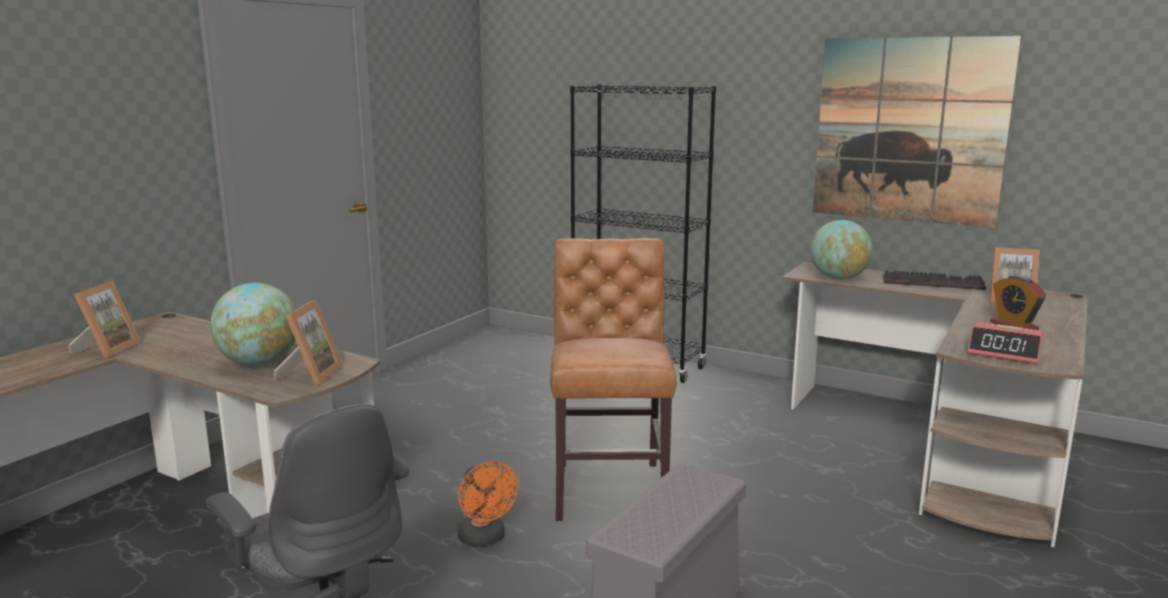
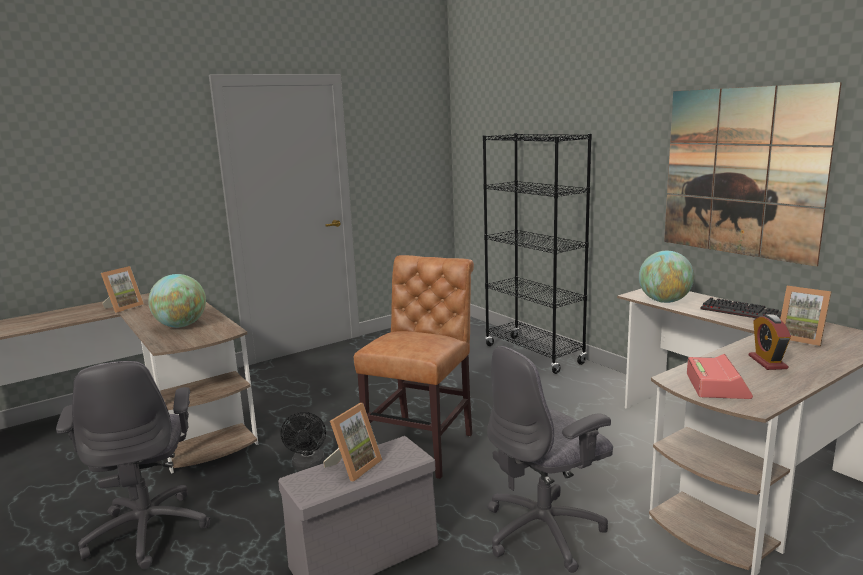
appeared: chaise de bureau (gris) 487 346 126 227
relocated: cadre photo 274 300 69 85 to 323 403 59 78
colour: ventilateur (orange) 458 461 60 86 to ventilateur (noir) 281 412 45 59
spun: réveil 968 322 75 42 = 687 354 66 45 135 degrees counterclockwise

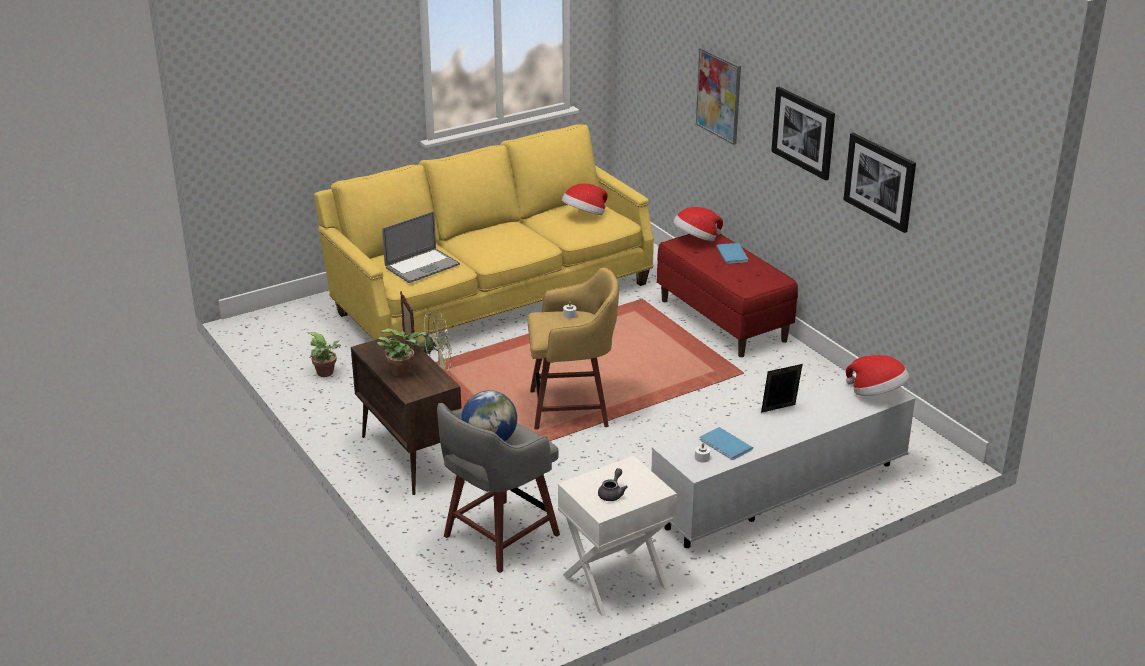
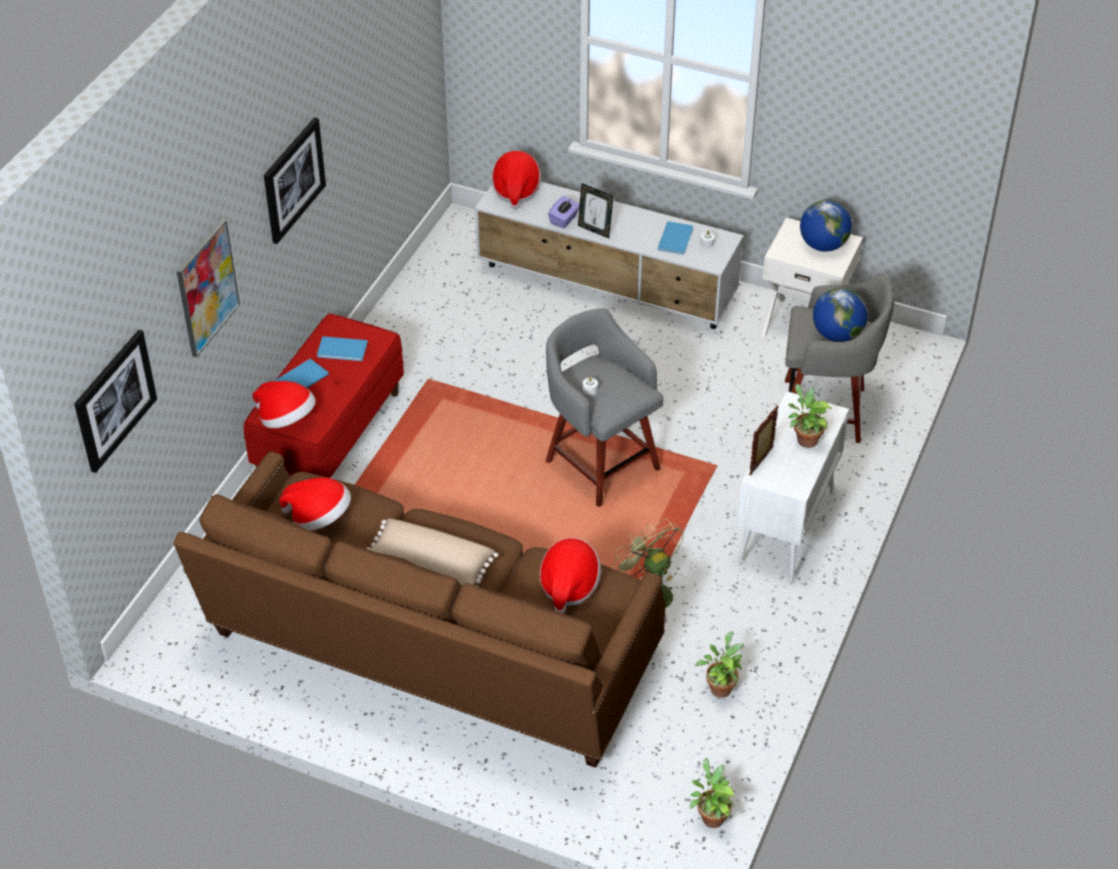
appeared: livre (bleu) 317 336 51 25; coussin (beige) 366 519 132 68; boîte à mouchoirs (violet) 548 196 32 32; plante en pot 689 758 46 70
relocated: tableau 843 133 73 100 to 74 330 83 143
exchanged: ordinateur portable 382 211 78 72 to chapeau 540 538 61 75; théière (gris) 598 468 30 33 to globe 800 200 52 52
colour: canapé (jaune) 314 124 340 216 to canapé (marron) 174 452 492 316; meuble de rangement (marron) 351 335 110 160 to meuble de rangement (blanc) 737 391 112 191; tabouret (jaune) 528 267 91 163 to tabouret (gris) 546 308 118 199

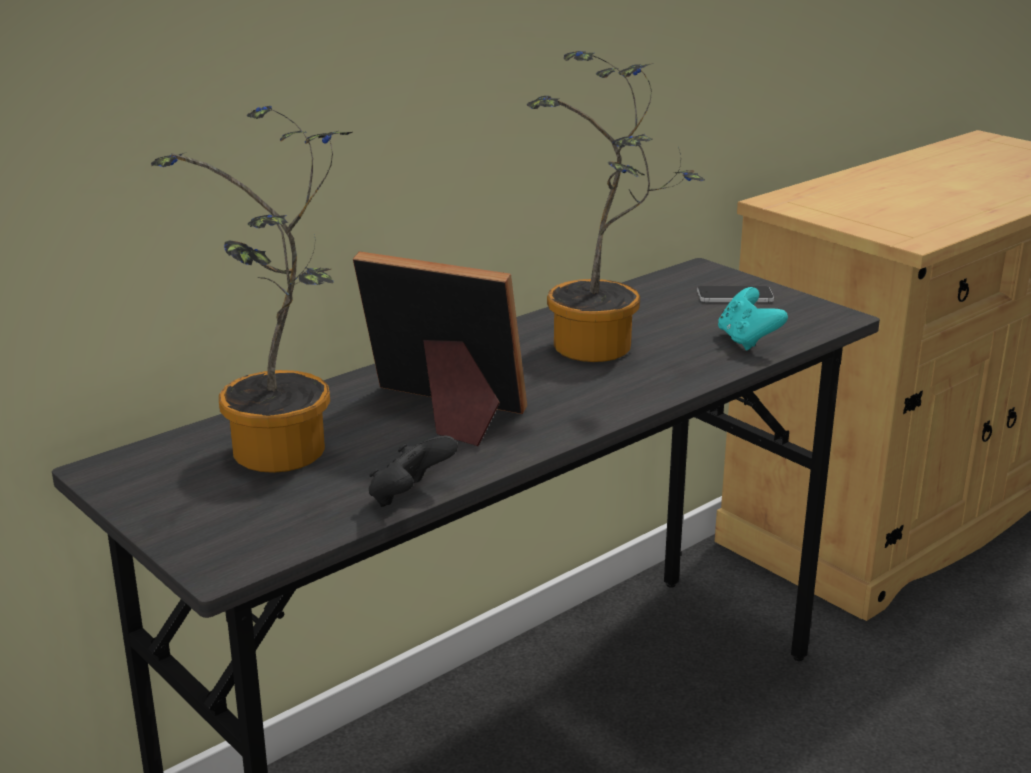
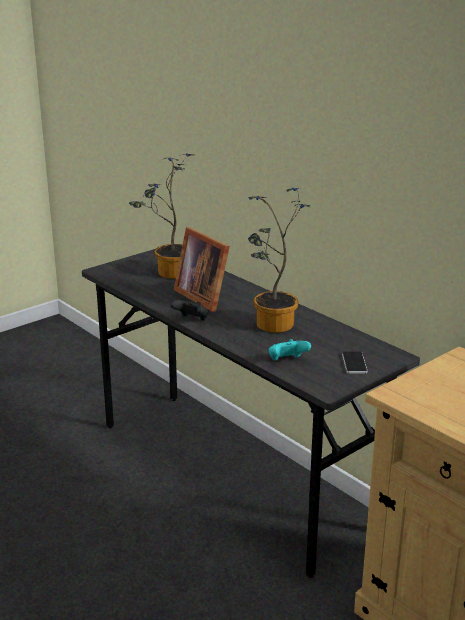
relocated: manette (noir) 369 435 89 72 to 170 300 38 21
spun: cadre photo 353 252 174 194 = 174 227 56 85 120 degrees clockwise

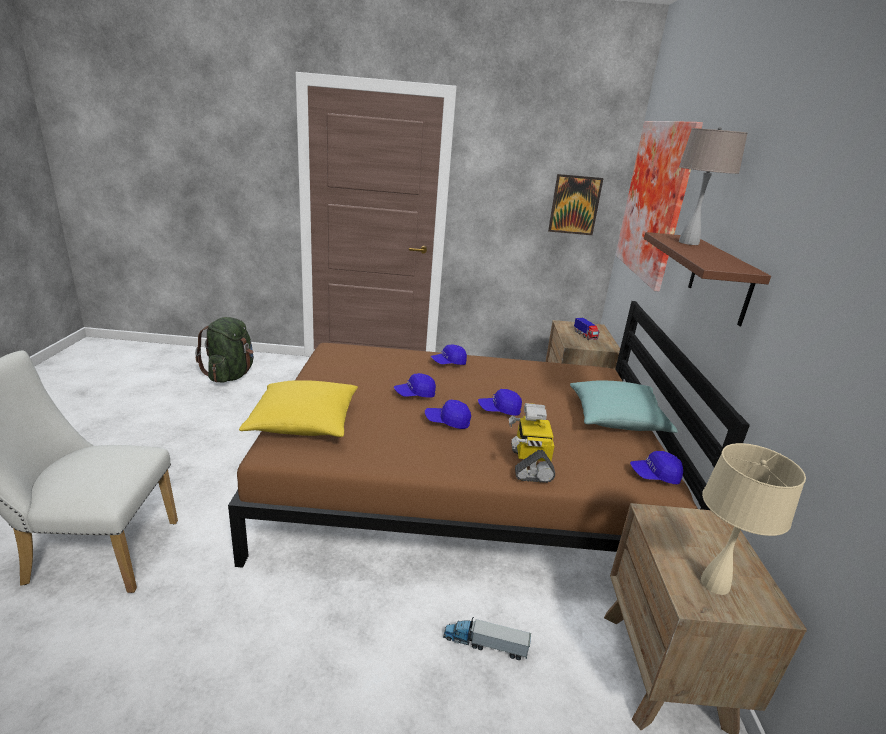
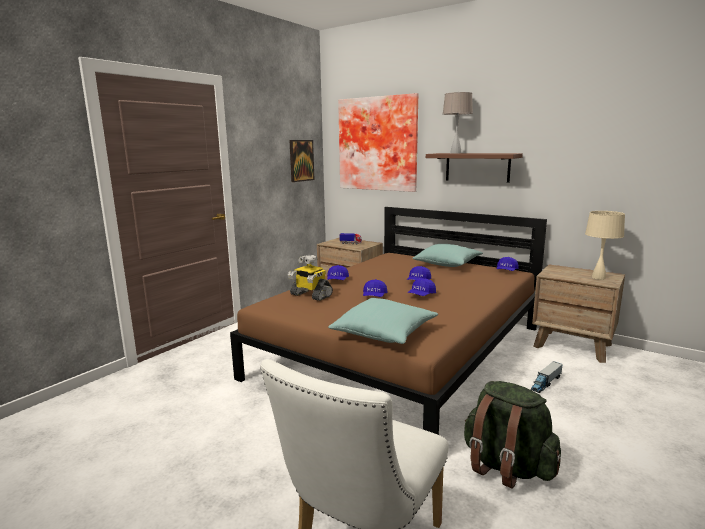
relocated: sac à dos (vert) 195 317 59 66 to 464 381 97 108; robot jouet 509 403 46 80 to 288 255 45 46
colour: coussin (jaune) 239 380 119 57 to coussin (turquoise) 328 298 110 46

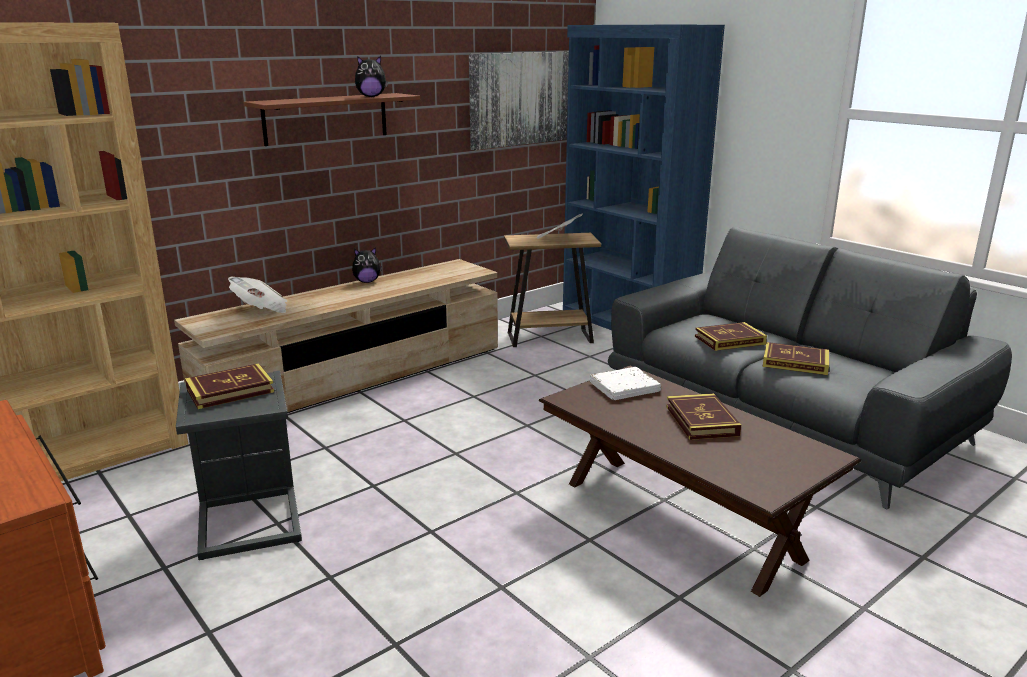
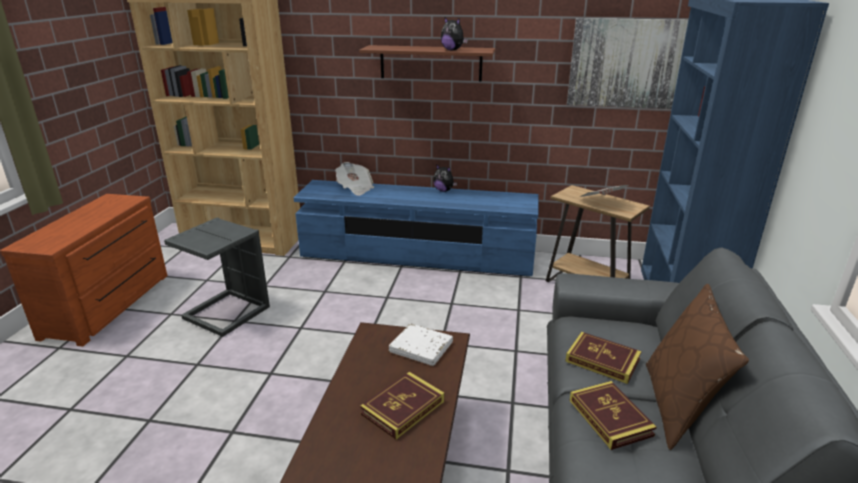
missing: livre 185 363 89 46
appeared: coussin (marron) 646 283 103 167
colour: meuble télé (beige) 174 259 324 154 to meuble télé (bleu) 294 180 245 97

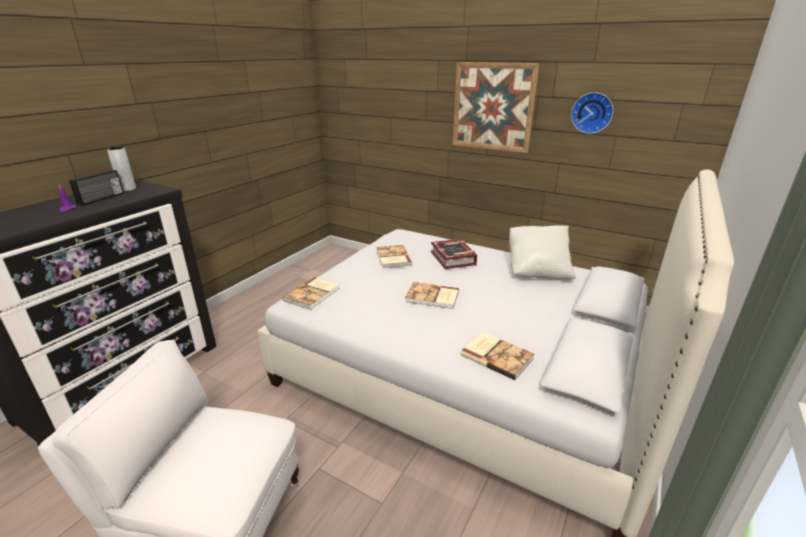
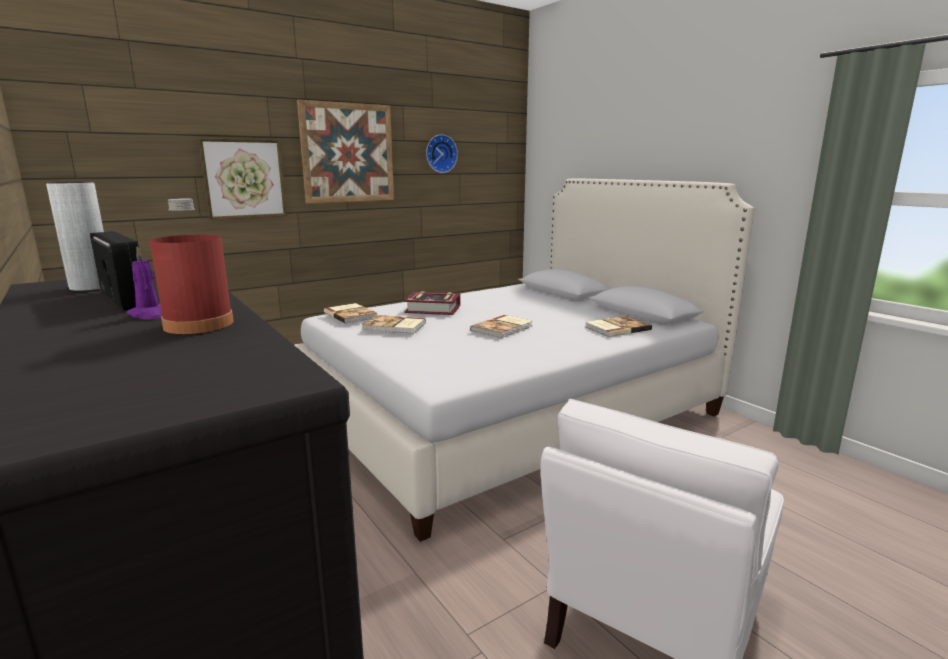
missing: coussin (blanc) 509 225 67 54
appeared: bouteille (rouge) 150 199 84 135; tableau 198 138 89 82
relocated: livre 283 277 56 33 to 324 303 53 21

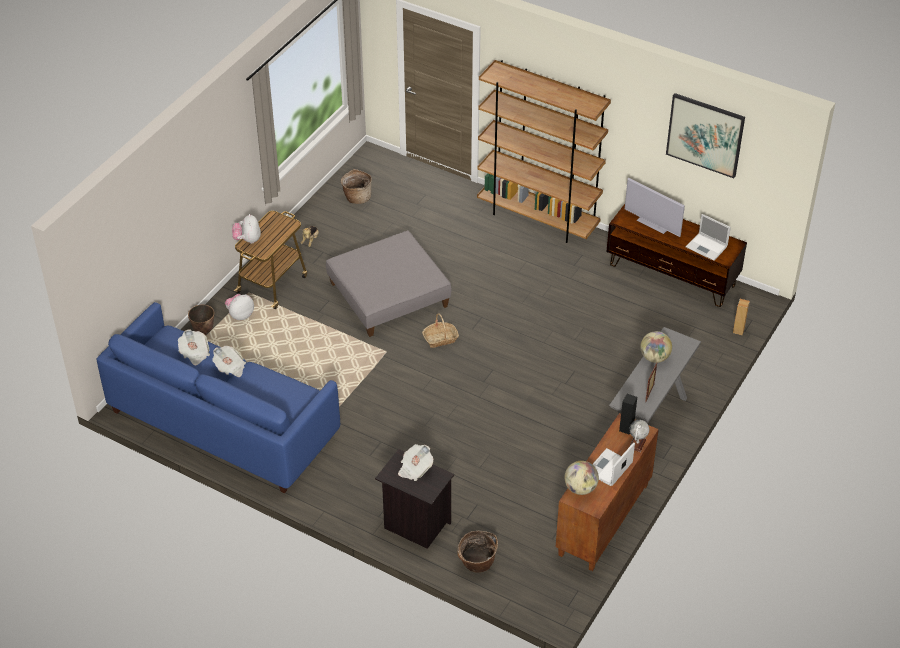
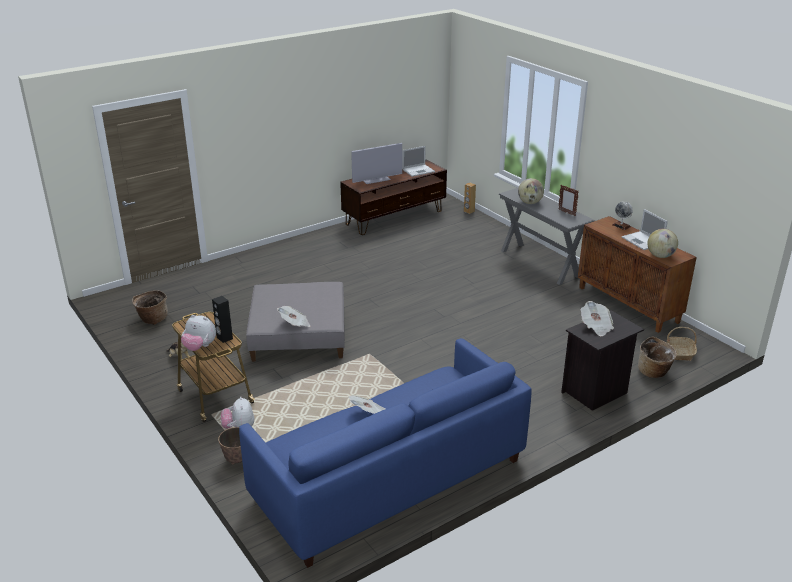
missing: bibliothèque (marron) 477 60 134 183; tableau 666 93 79 85
relocated: journal 178 329 32 36 to 277 306 33 21; panier 422 314 37 34 to 667 327 30 34; enceinte (noir) 619 394 18 41 to 212 296 21 47

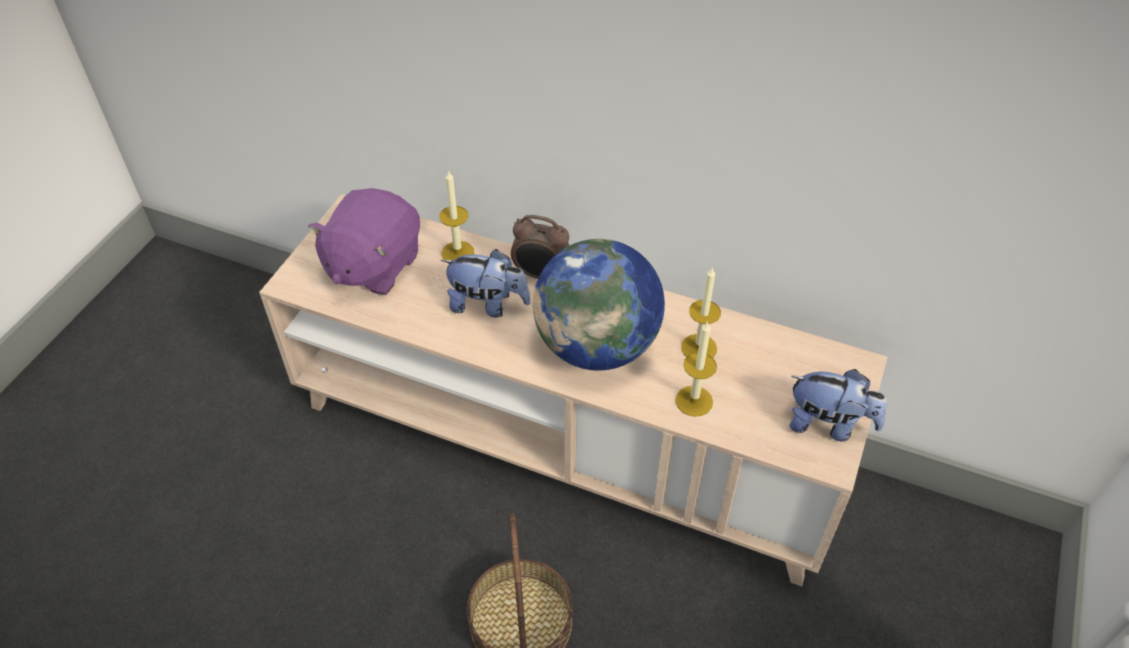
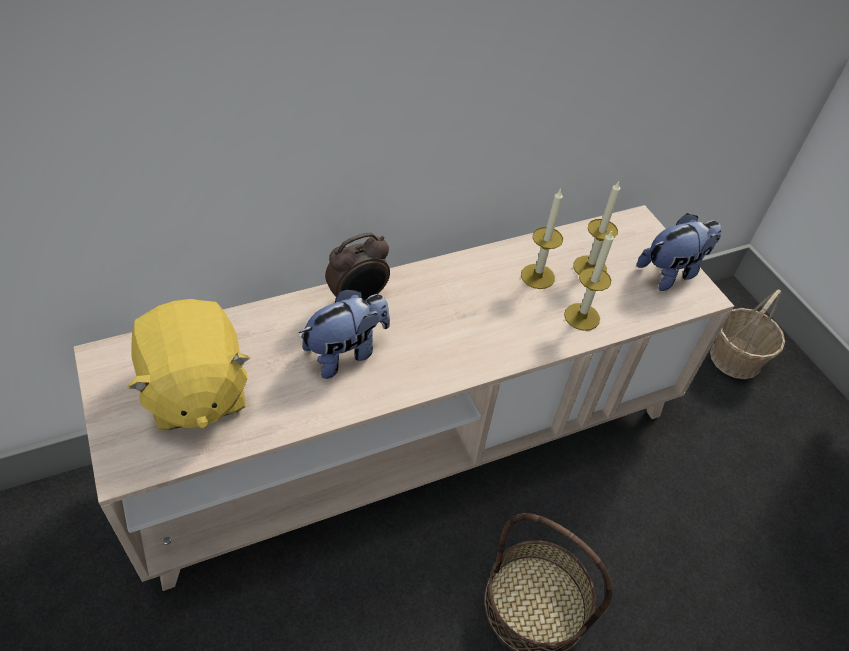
missing: globe 533 239 132 132
appeared: panier 710 290 75 89
relocated: bougie 439 170 36 91 to 573 181 47 94
colour: peluche (violet) 308 188 112 107 to peluche (jaune) 127 299 123 131

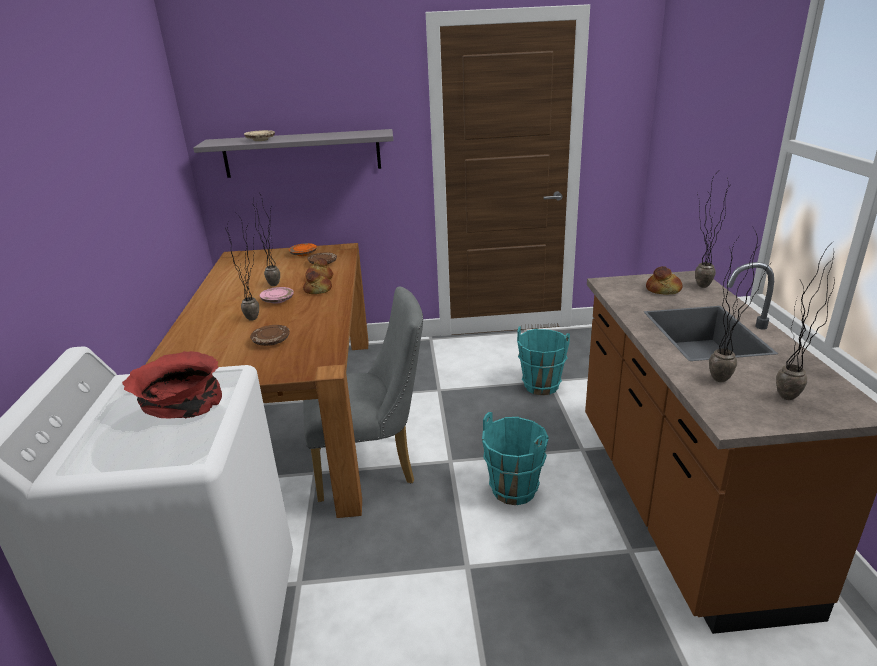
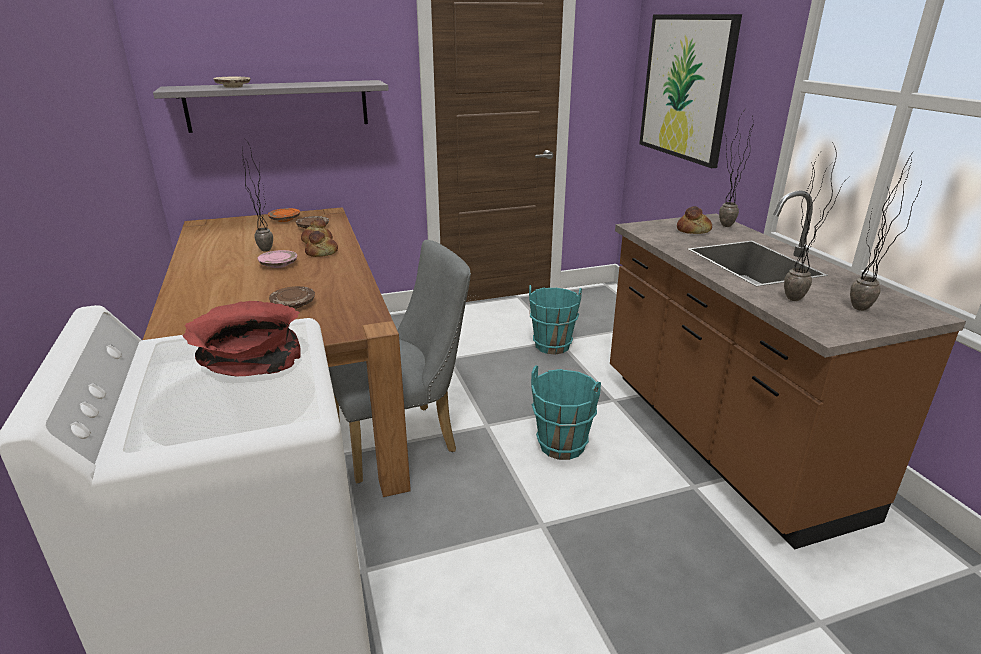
missing: plante en pot 225 214 34 107
appeared: tableau 639 14 103 154

